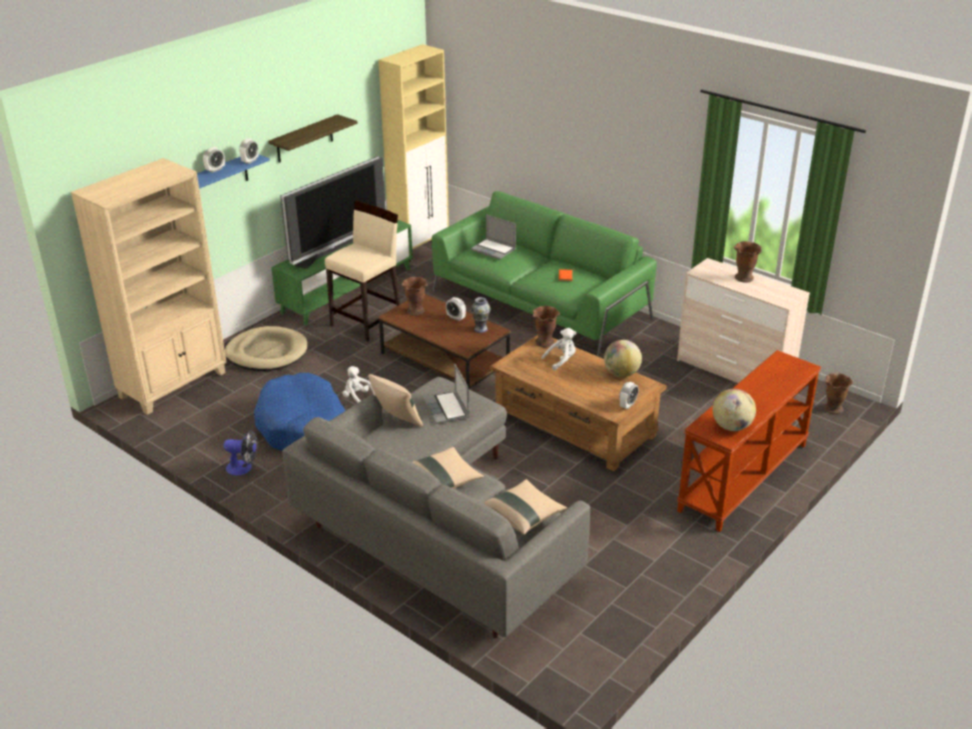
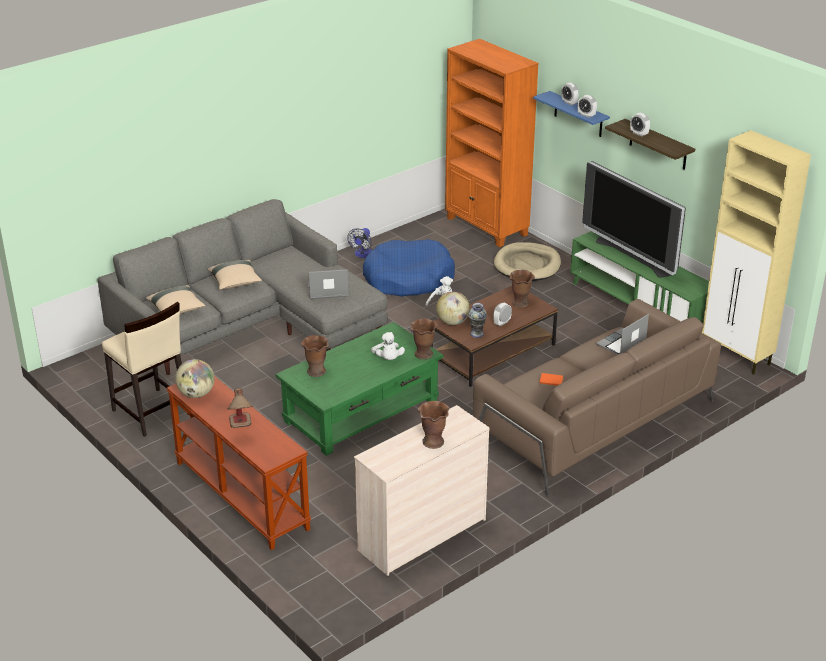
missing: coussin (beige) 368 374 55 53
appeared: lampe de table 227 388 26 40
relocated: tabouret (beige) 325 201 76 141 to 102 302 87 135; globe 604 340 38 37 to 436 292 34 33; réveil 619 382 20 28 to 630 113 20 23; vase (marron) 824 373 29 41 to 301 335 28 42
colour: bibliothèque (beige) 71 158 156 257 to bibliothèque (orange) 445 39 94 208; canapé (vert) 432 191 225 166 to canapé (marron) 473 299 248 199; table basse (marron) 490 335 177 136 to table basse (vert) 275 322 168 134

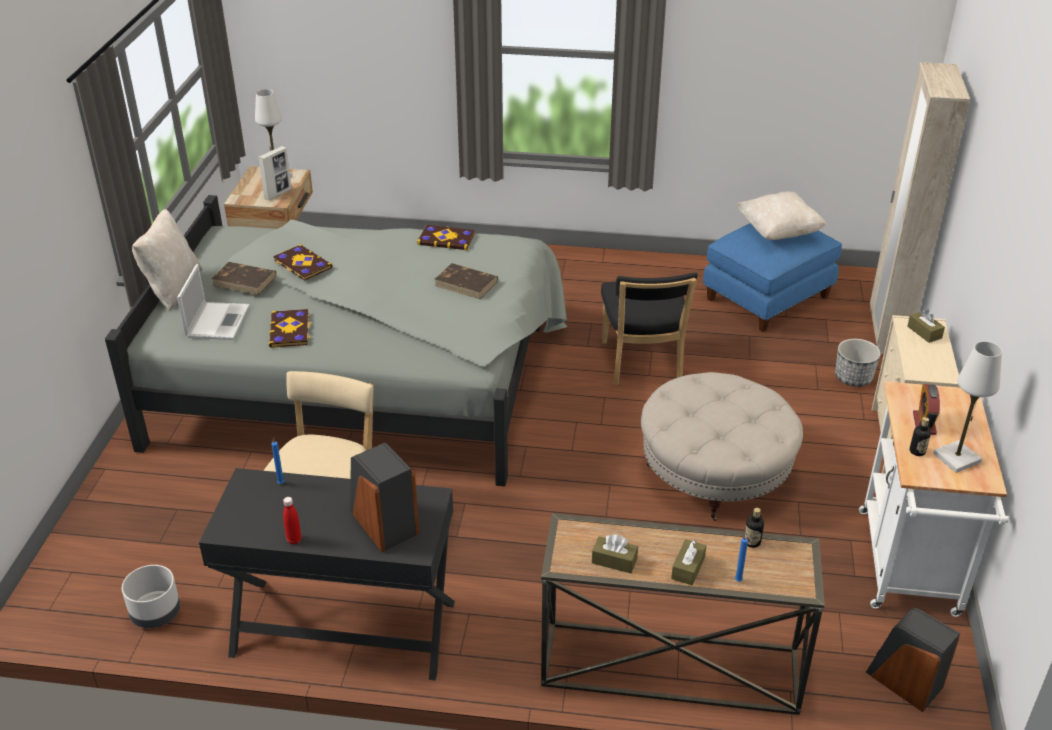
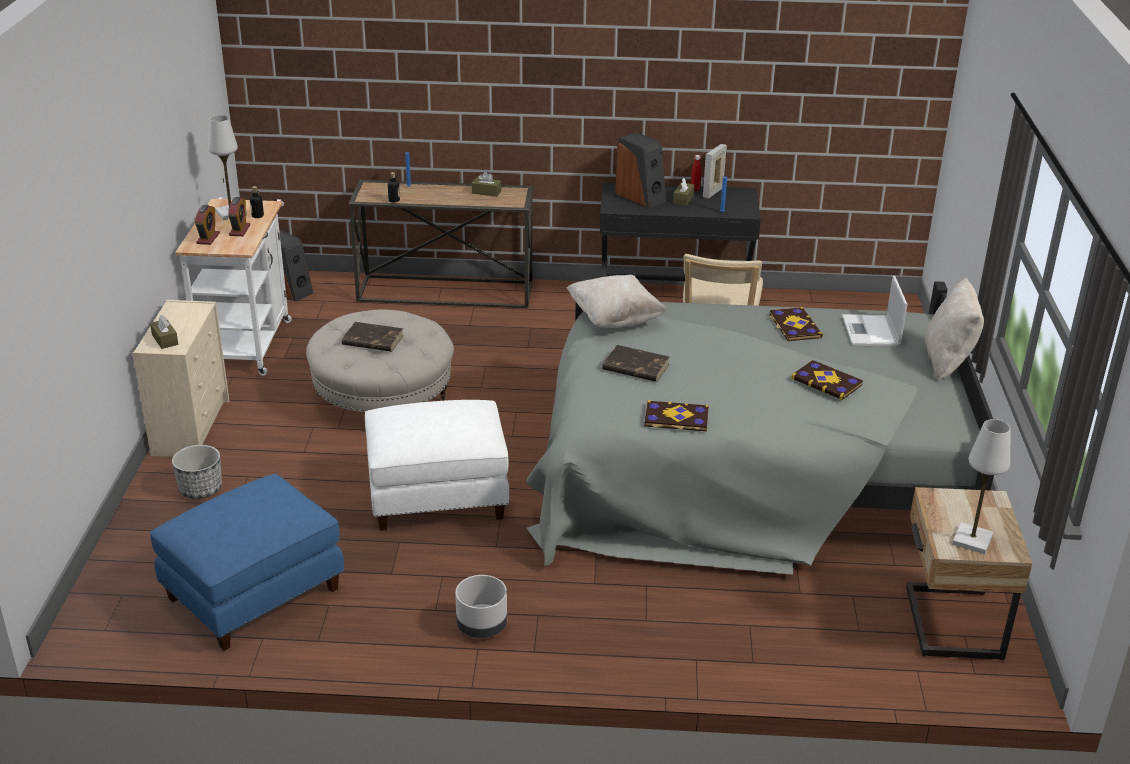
missing: armoire (beige) 870 62 100 292
appeared: réveil 195 205 25 40
relocated: cache-pot (gris) 122 565 58 63 to 455 575 52 63; livre (marron) 212 262 65 33 to 342 322 62 30; cadre photo 258 146 33 54 to 703 144 24 55; boîte à mouchoirs (marron) 671 539 35 46 to 673 178 22 28; coussin (beige) 737 191 90 49 to 567 275 100 53
exchanged: chaise (noir) 601 272 97 113 to pouf (blanc) 365 400 144 131

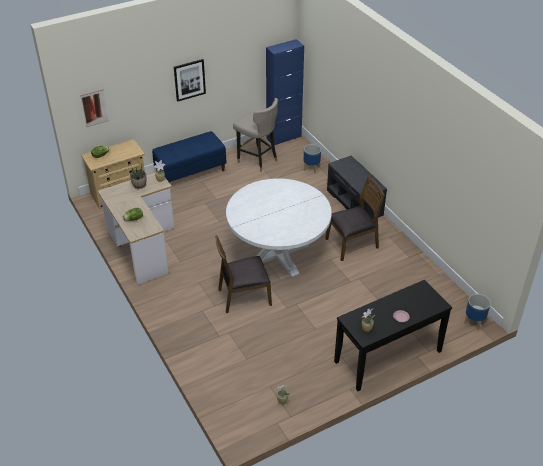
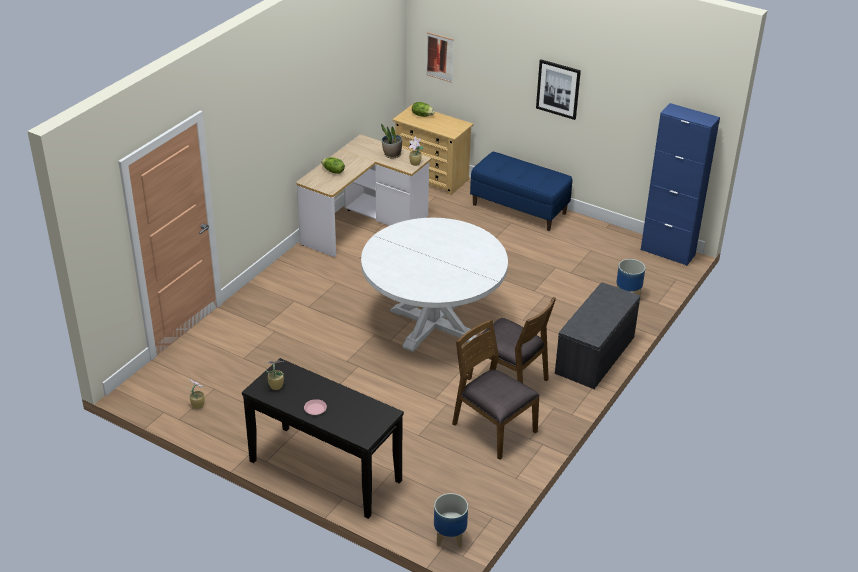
missing: tabouret (beige) 233 98 45 74
relocated: chaise (marron) 215 235 57 78 to 452 319 88 141

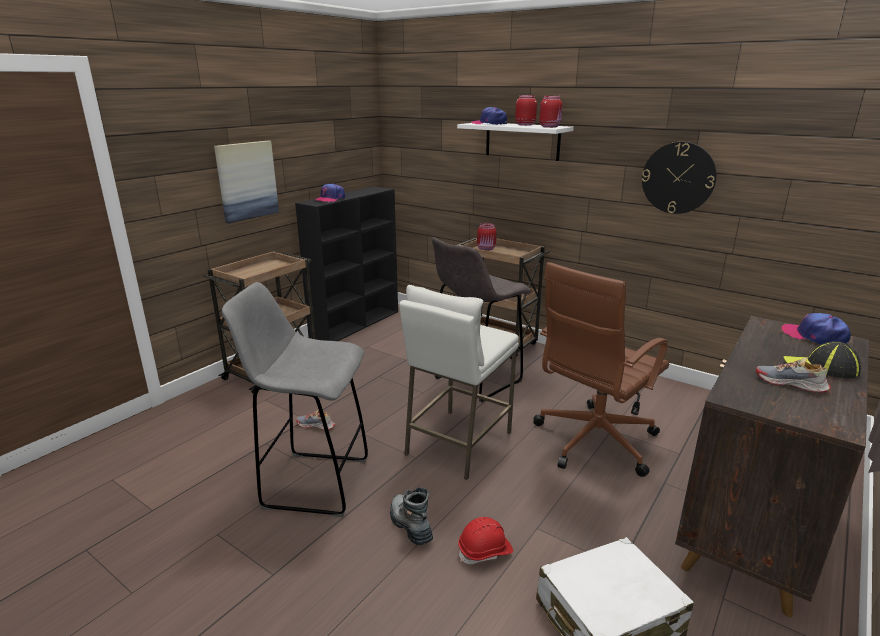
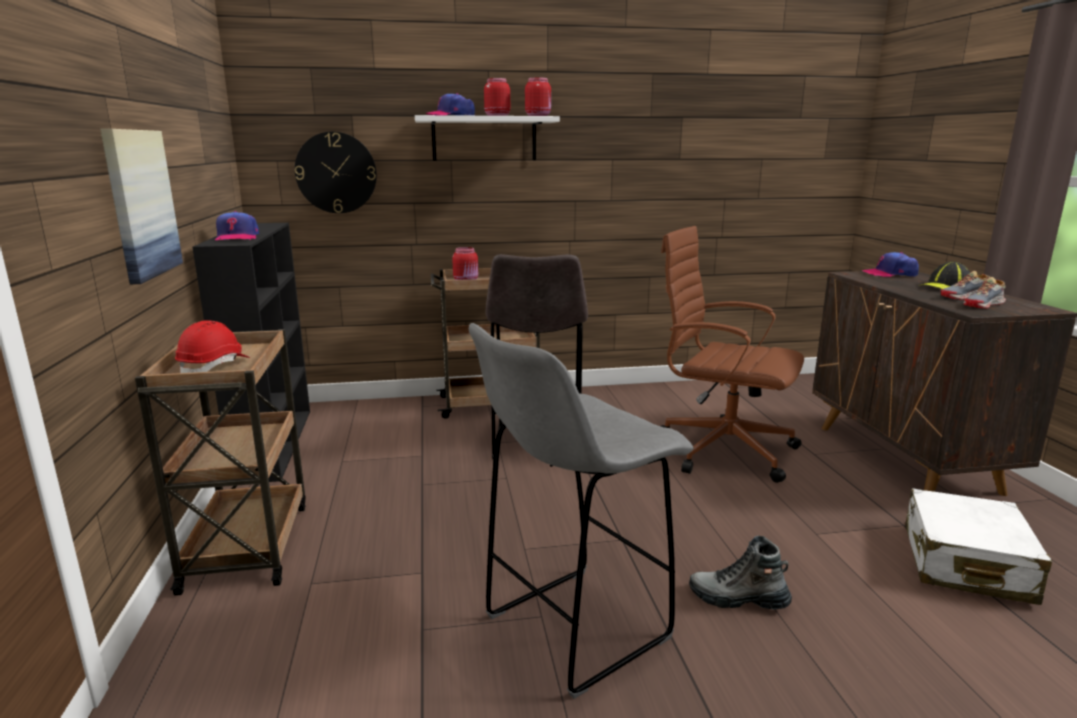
missing: tabouret (blanc) 399 285 120 195
relocated: chaussure 296 410 39 20 to 964 277 42 32; casque de chantier (rouge) 458 517 55 47 to 175 320 75 53; horloge murale 642 142 75 72 to 295 132 82 81
spun: chaise de bureau (marron) 533 262 136 215 = 661 226 143 257 120 degrees clockwise

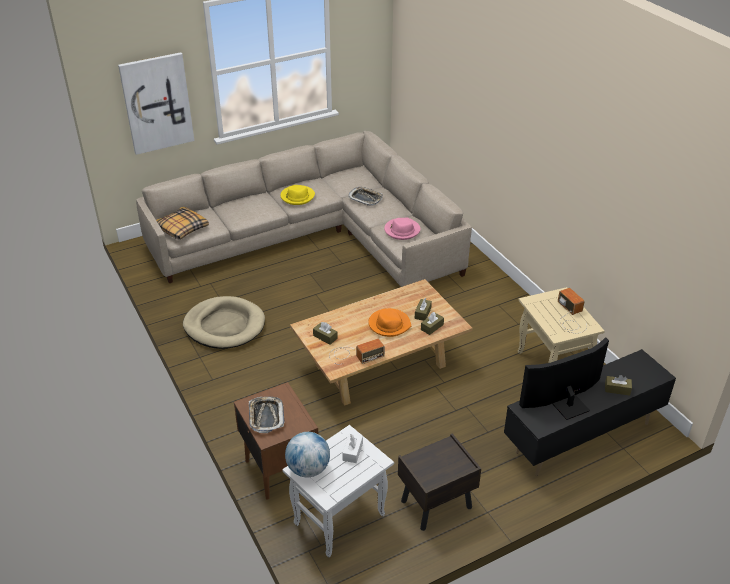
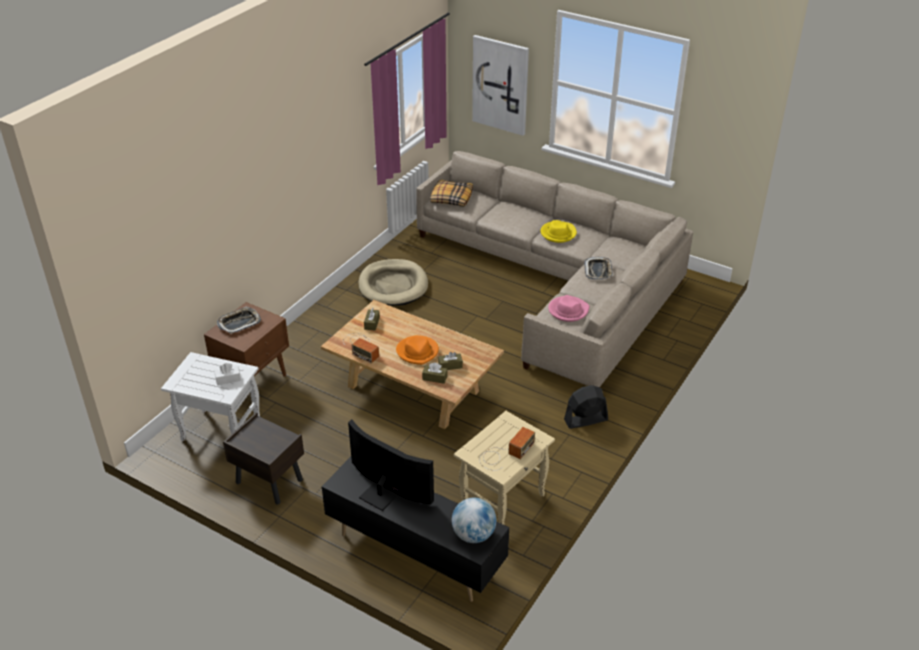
missing: boîte à mouchoirs (marron) 605 375 27 21
appeared: ventilateur (noir) 564 385 44 44
relocated: globe 285 432 45 45 to 452 498 44 45

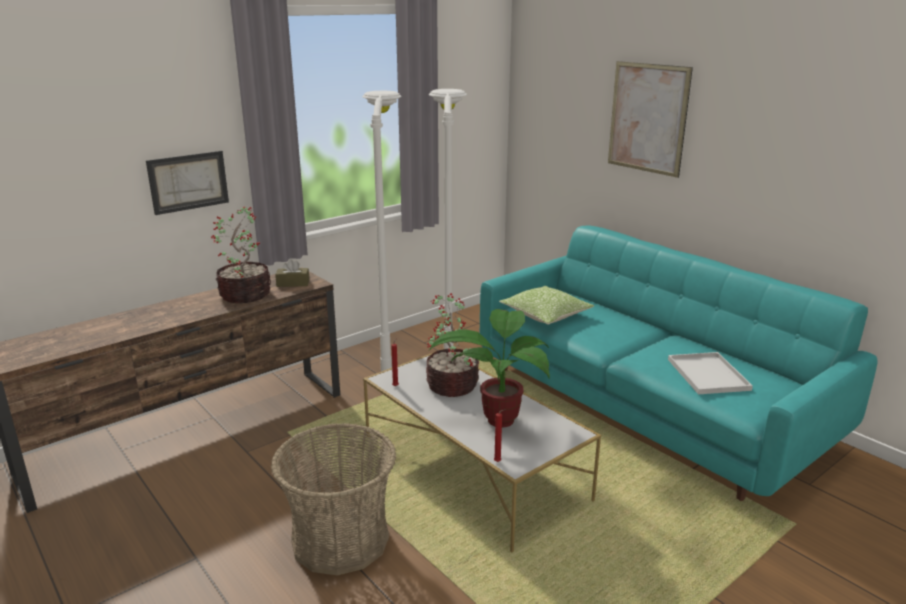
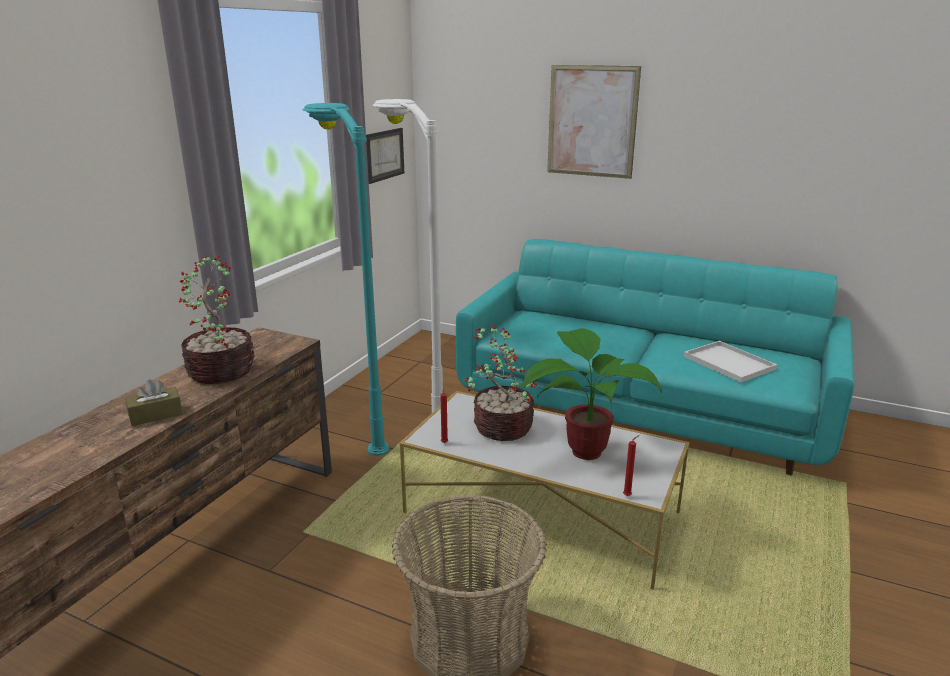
missing: coussin 499 286 95 39
relocated: tableau 146 151 83 64 to 366 128 38 56; boîte à mouchoirs (marron) 275 259 34 28 to 125 379 58 47
colour: lampadaire (blanc) 362 91 40 281 to lampadaire (turquoise) 302 103 87 353

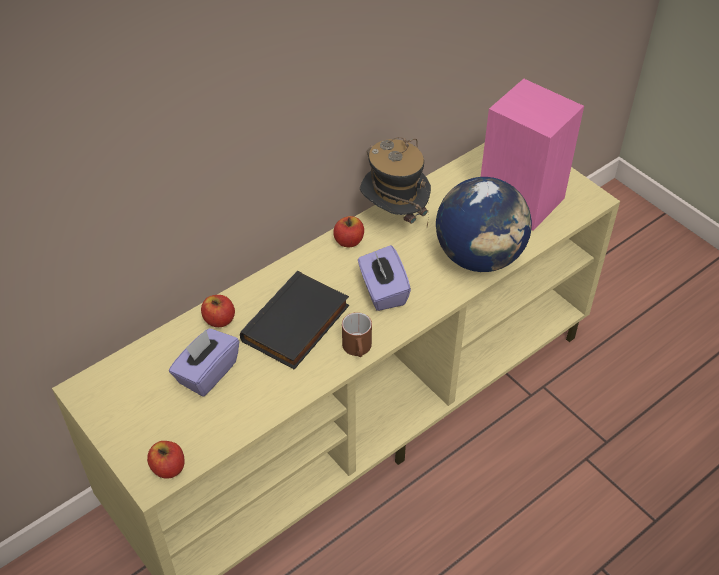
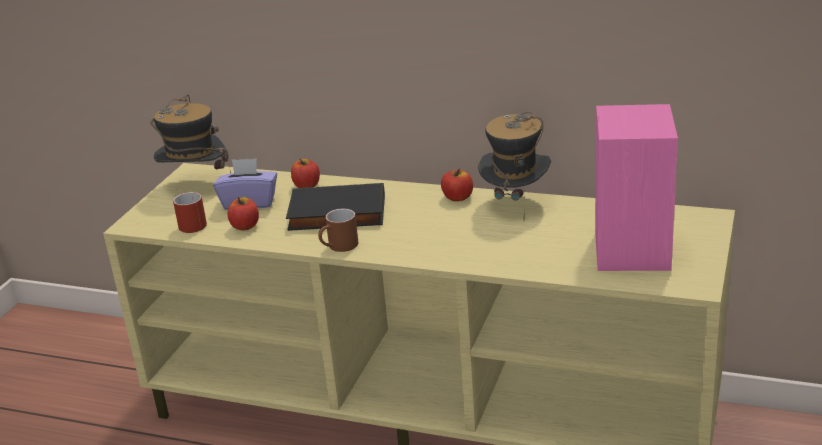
missing: boîte à mouchoirs (violet) 358 245 53 66; globe 436 177 96 95
appeared: chapeau 150 95 81 79; mug (rouge) 173 192 34 41
relocated: pomme 147 441 38 38 to 228 197 31 33

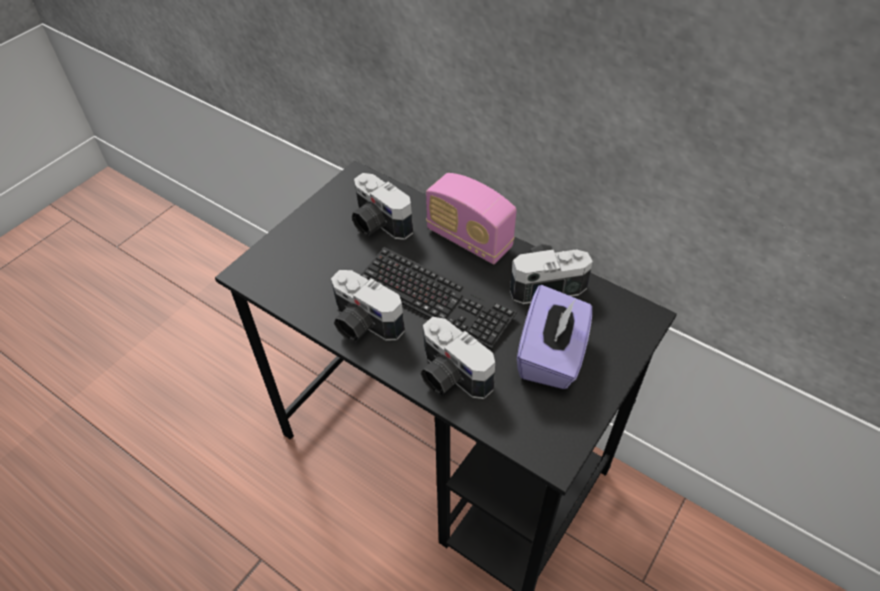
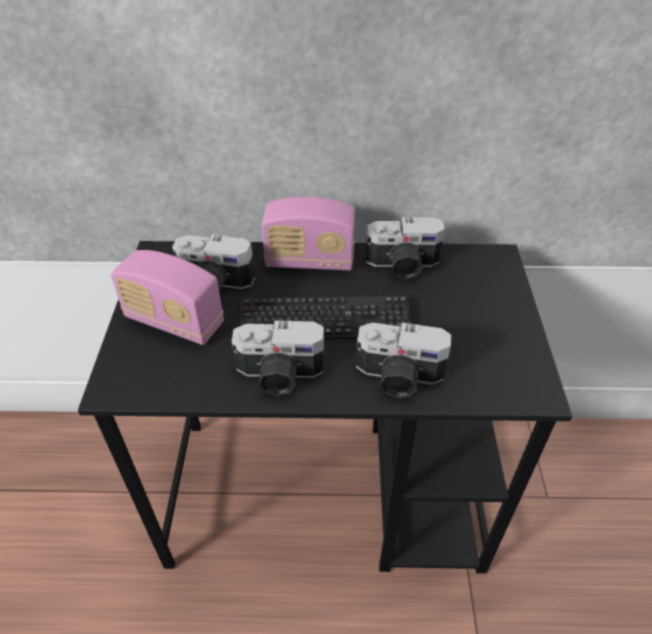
missing: boîte à mouchoirs (violet) 517 285 75 104
appeared: radio 111 250 113 95
spun: appareil photo 510 244 83 60 = 365 217 80 62 135 degrees counterclockwise

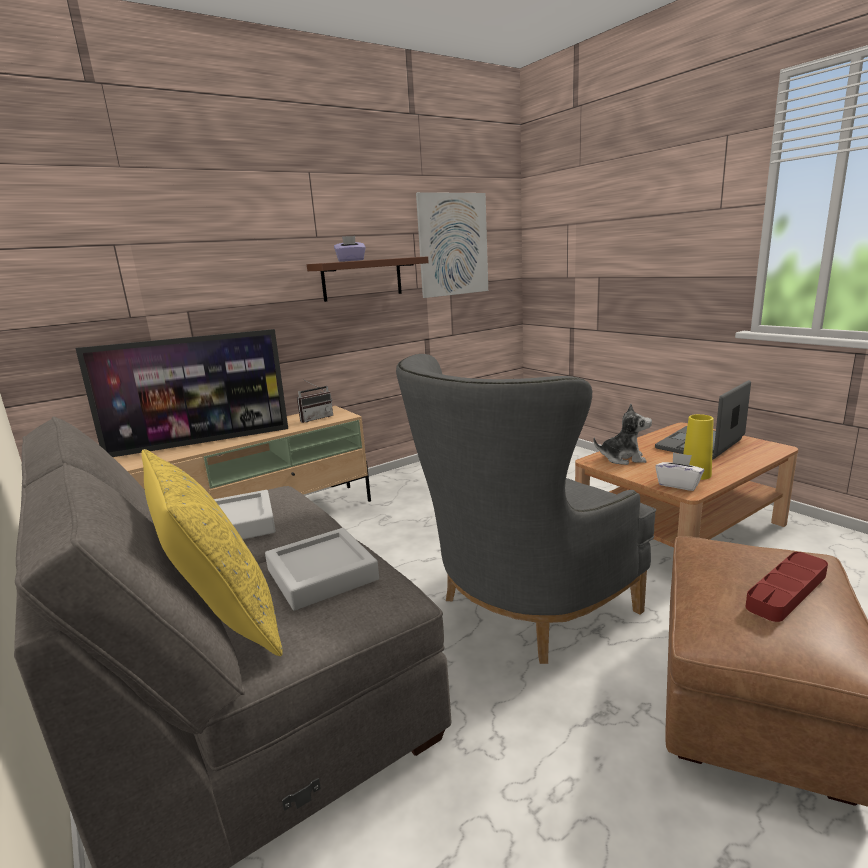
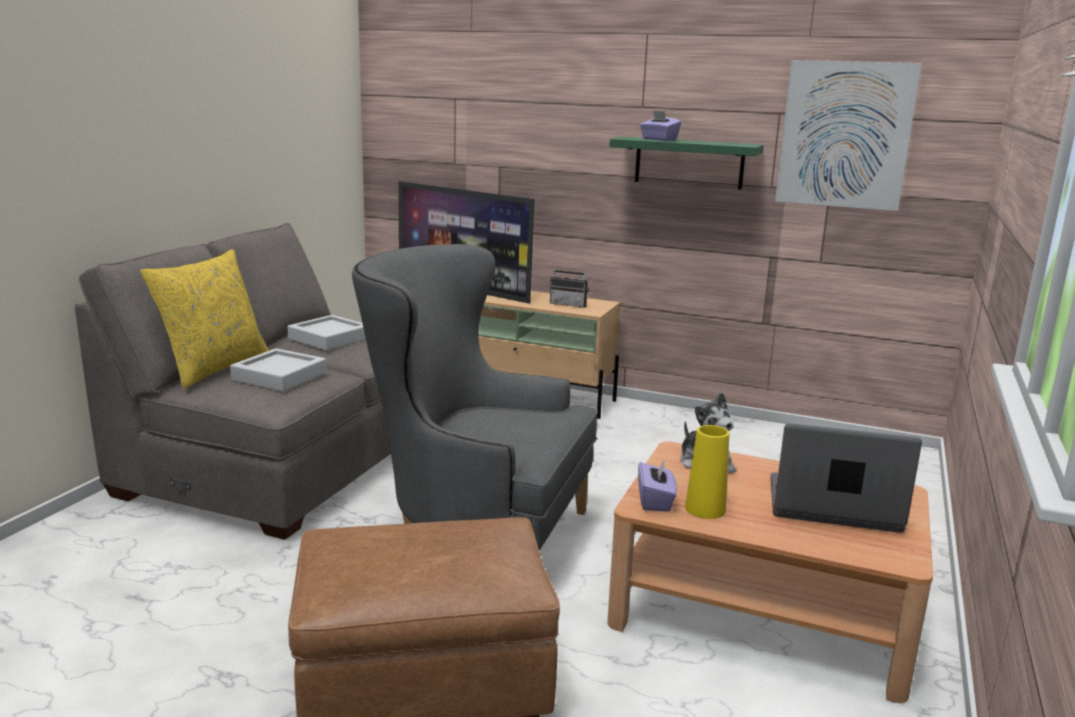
missing: plateau (rouge) 745 552 83 70
colour: étagère (marron) 307 256 122 46 to étagère (vert) 609 137 155 53; boîte à mouchoirs (blanc) 655 452 49 39 to boîte à mouchoirs (violet) 638 459 39 53

